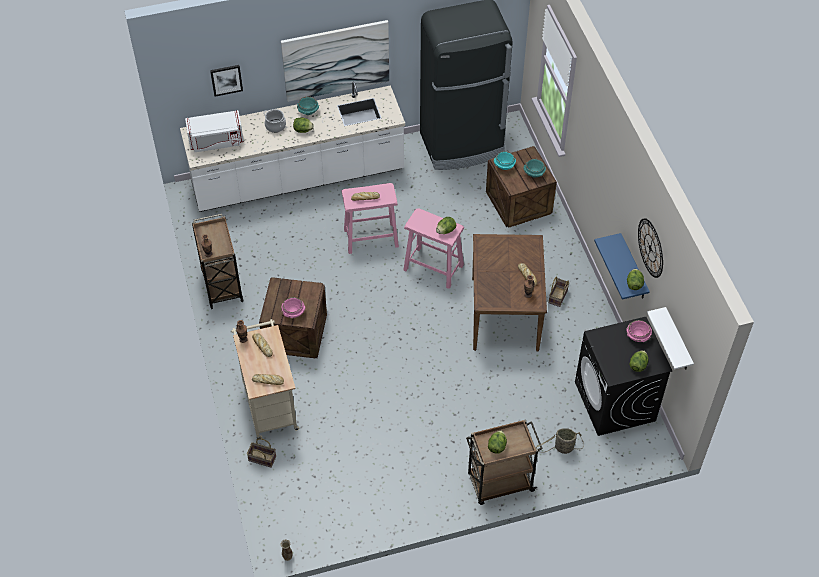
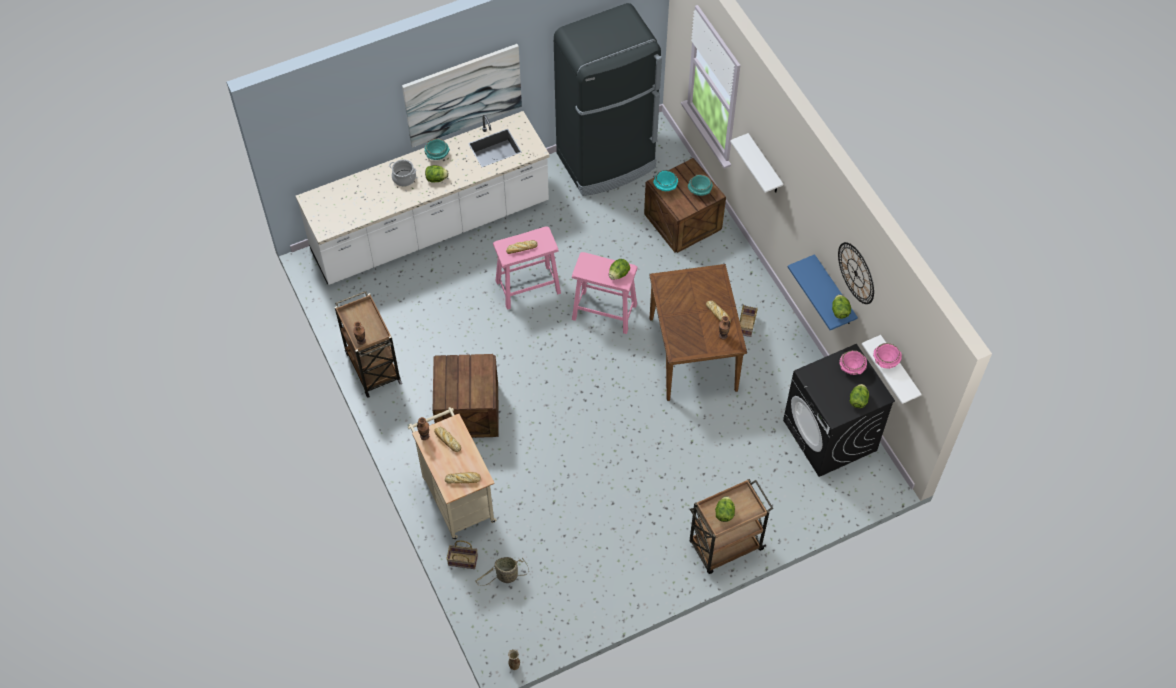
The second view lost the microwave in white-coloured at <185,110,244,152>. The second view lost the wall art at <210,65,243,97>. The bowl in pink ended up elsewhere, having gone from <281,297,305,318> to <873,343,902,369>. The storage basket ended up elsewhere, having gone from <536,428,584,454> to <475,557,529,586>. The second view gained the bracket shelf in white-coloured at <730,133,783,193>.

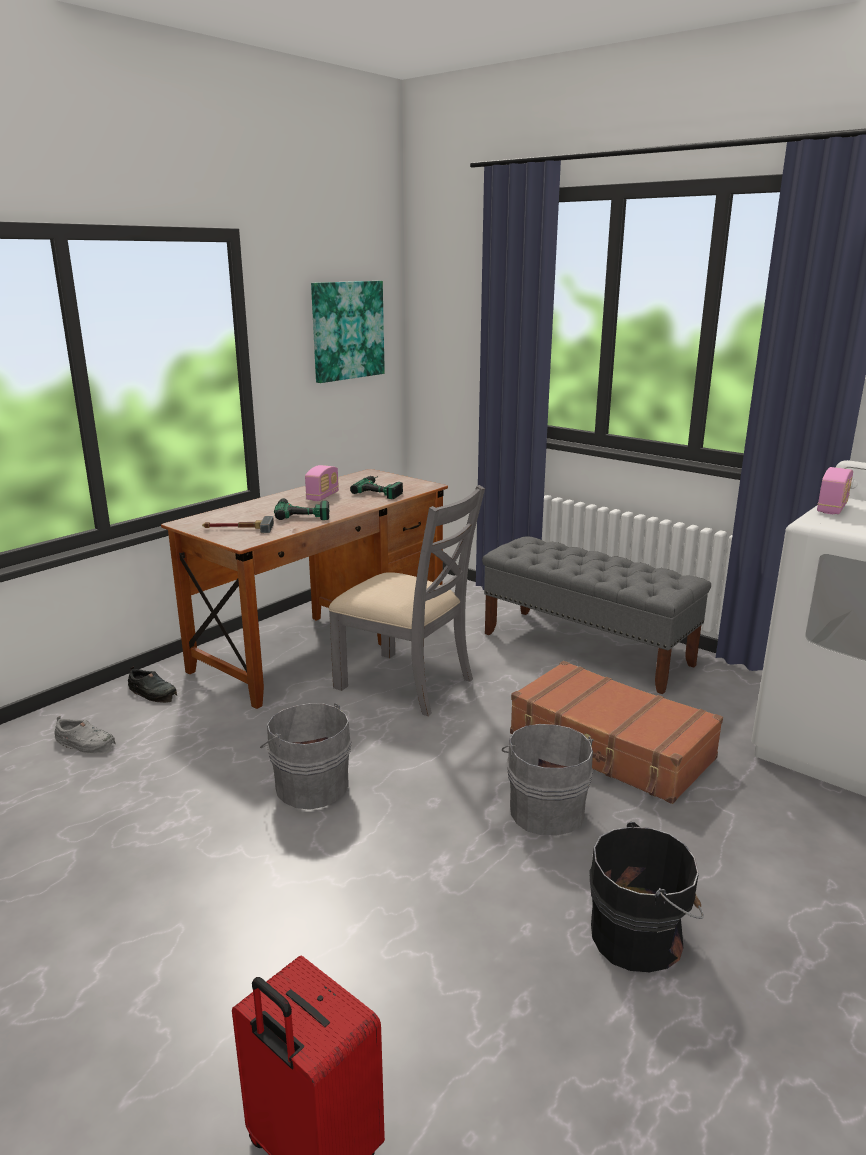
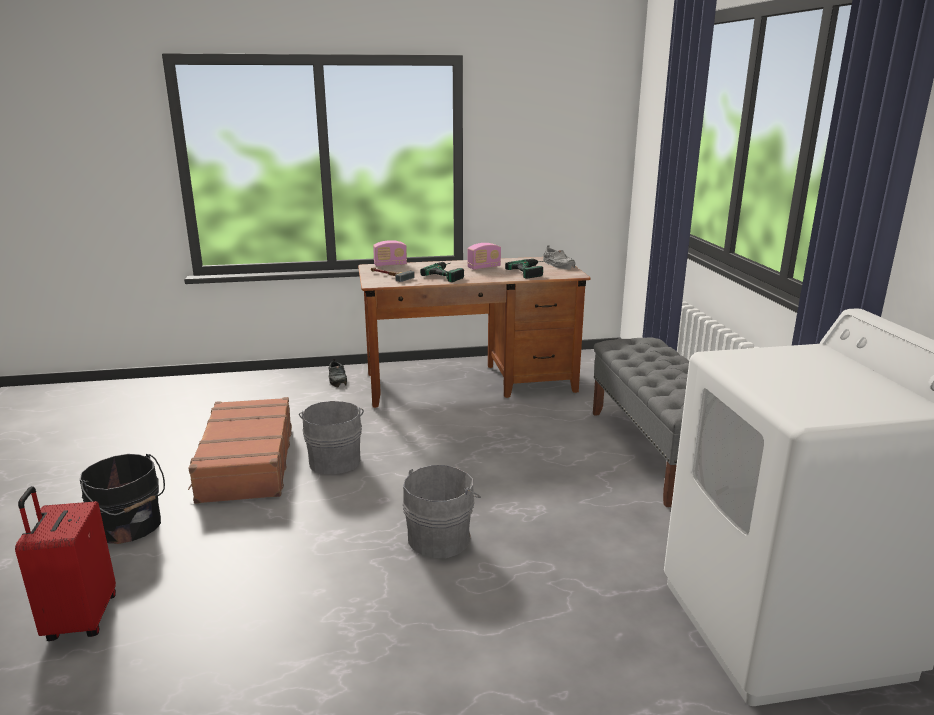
The low shoe in gray ended up elsewhere, having gone from <54,716,116,754> to <543,246,575,270>. The second view lost the wall art at <311,281,385,383>. The second view lost the plain chair in gray at <328,485,485,716>. The suitcase in brownish ended up elsewhere, having gone from <510,661,723,804> to <188,397,292,504>. The bucket in black-coloured ended up elsewhere, having gone from <589,822,704,972> to <80,454,165,544>. The radio ended up elsewhere, having gone from <817,467,853,514> to <373,240,407,267>.

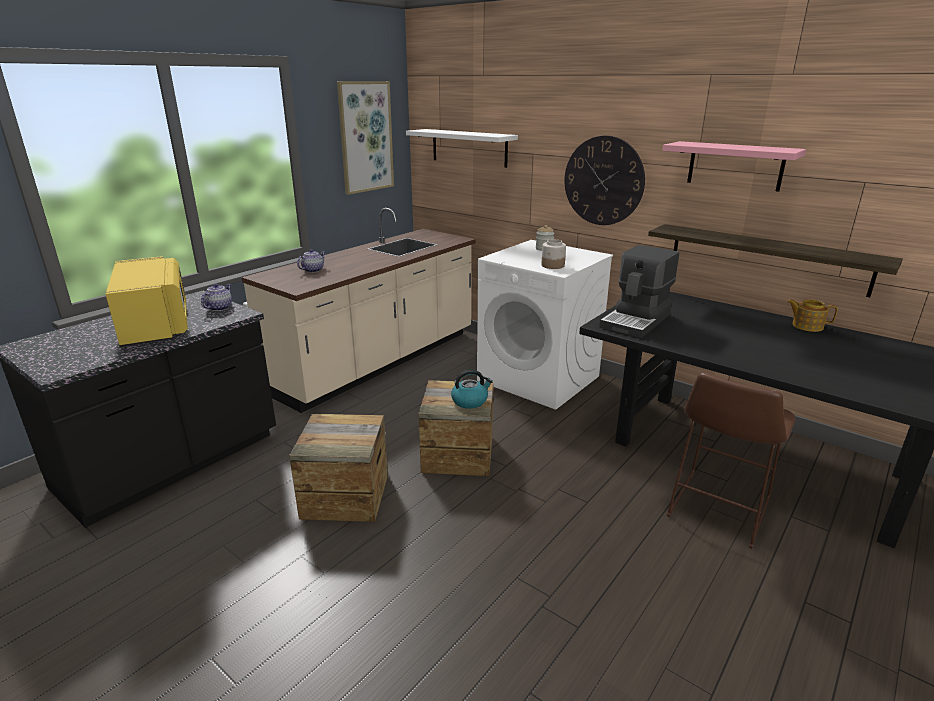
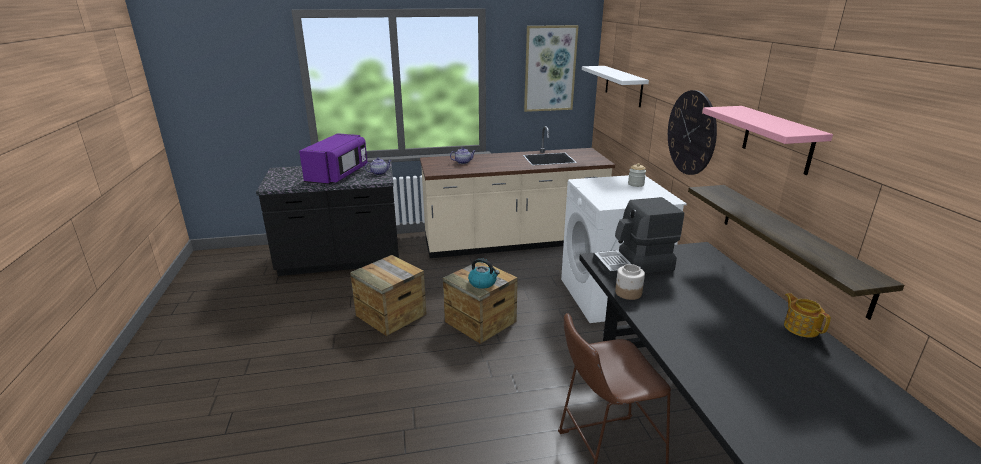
What was the microwave in yellow at <106,256,188,347> turned into the microwave in purplish at <299,133,367,184>. The preserve jar ended up elsewhere, having gone from <542,239,566,269> to <615,264,645,300>.

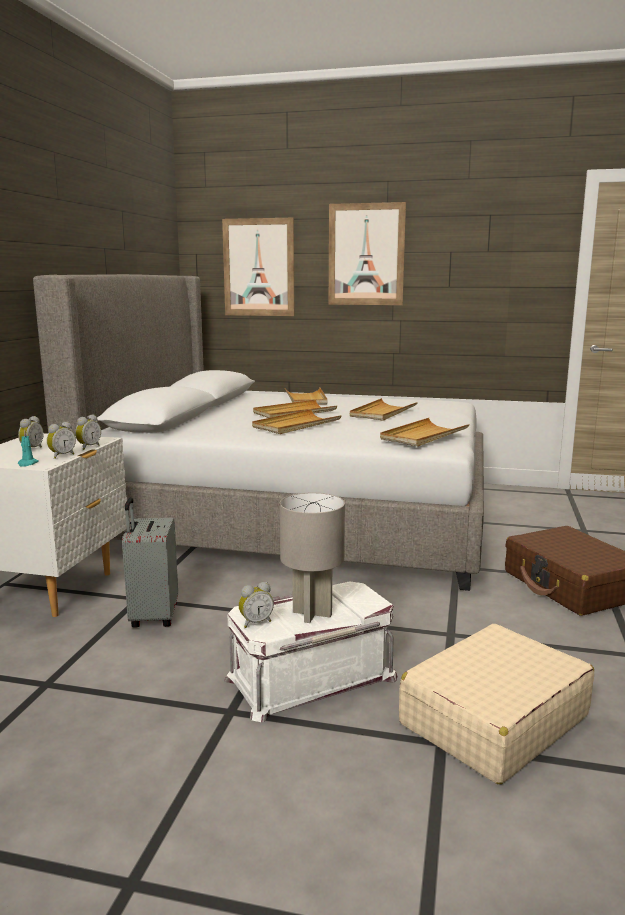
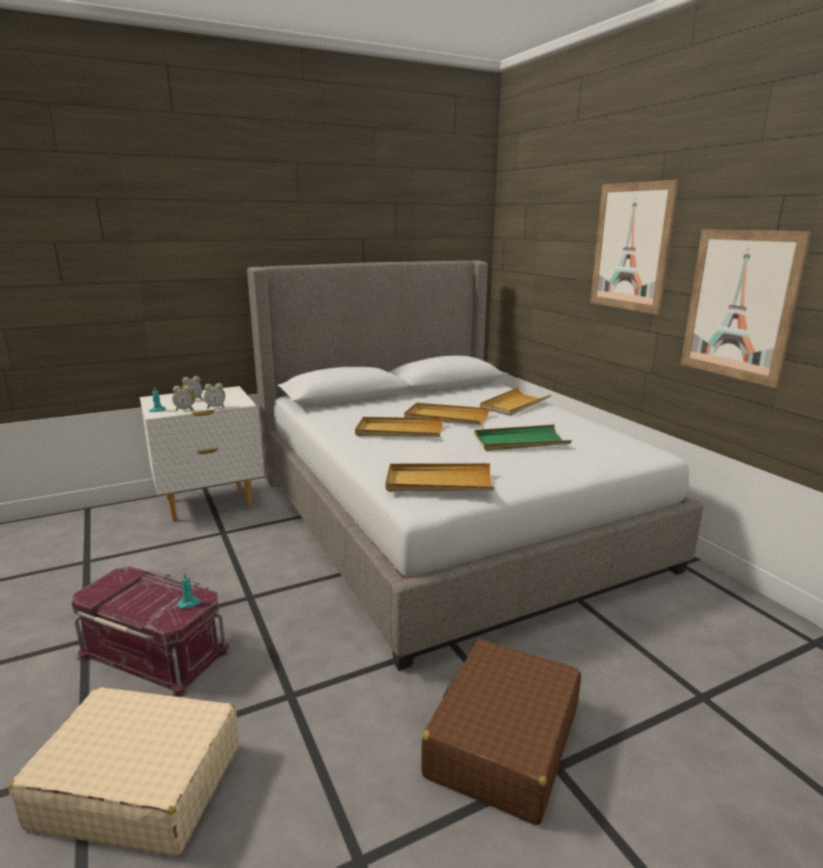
The second view lost the suitcase in gray at <122,497,178,628>. The wall art ended up elsewhere, having gone from <222,218,295,316> to <681,229,812,388>. What was the storage box in white-coloured at <225,581,398,722> turned into the storage box in red at <71,566,231,697>. The second view lost the table clock at <239,582,274,628>. The second view lost the tabletop lamp in gray at <280,493,345,623>. What was the carrying tray in sand-coloured at <350,398,418,421> turned into the carrying tray in green-coloured at <474,424,572,451>. The second view gained the wax candle in blue-green at <178,572,202,608>.

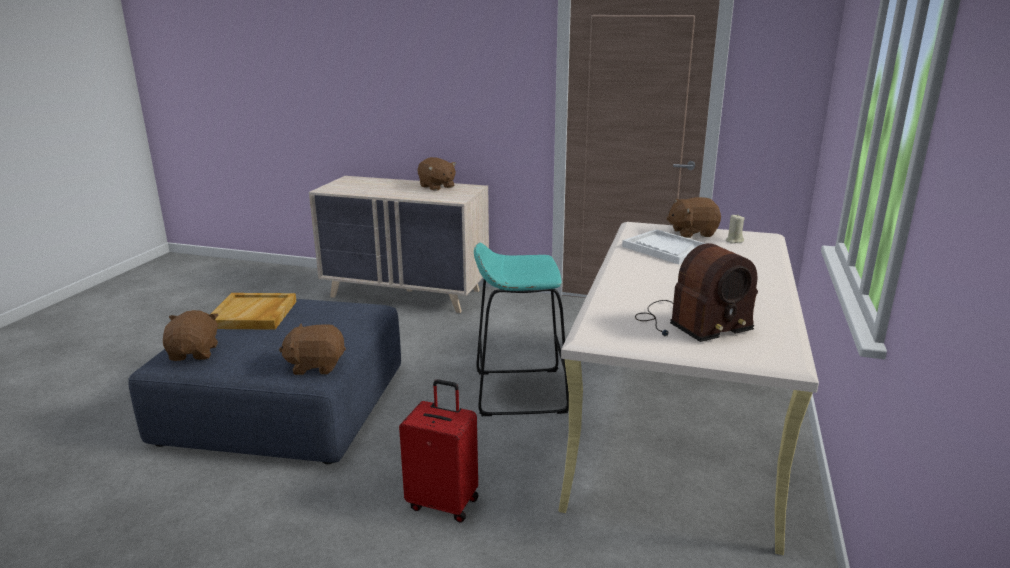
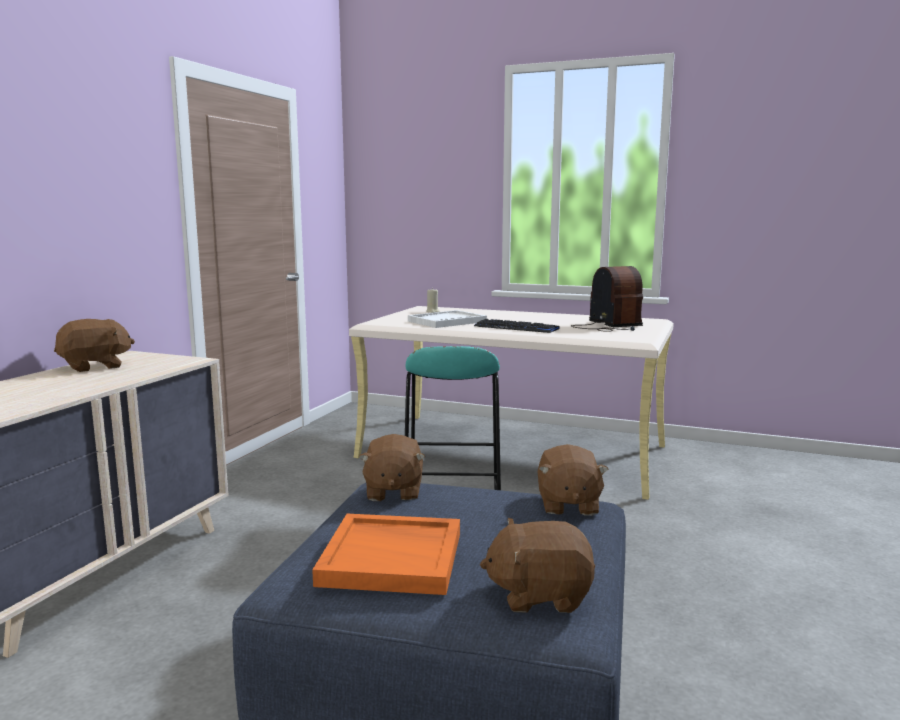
What was the carrying tray in sand-coloured at <211,293,297,330> turned into the carrying tray in orangey at <312,514,460,595>. The second view lost the suitcase in red at <399,379,478,523>. The cuddly toy in brownish ended up elsewhere, having gone from <666,197,721,238> to <359,434,425,501>. The second view gained the computer keyboard at <474,319,560,333>.

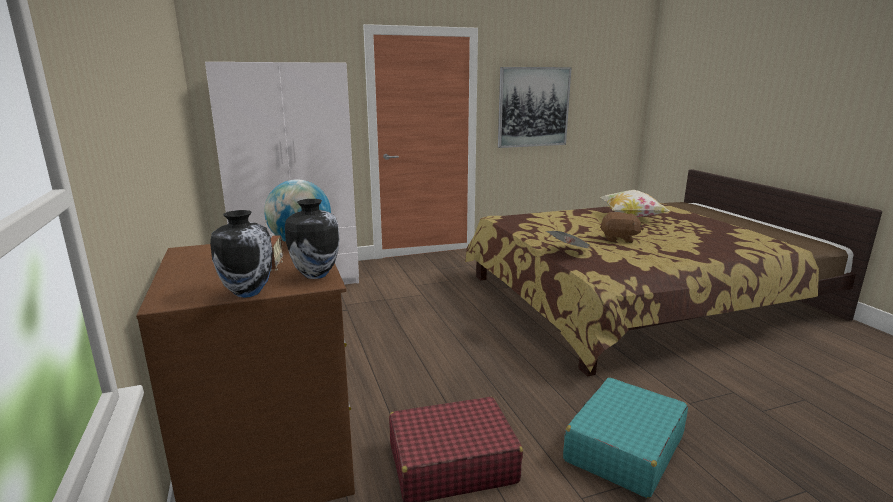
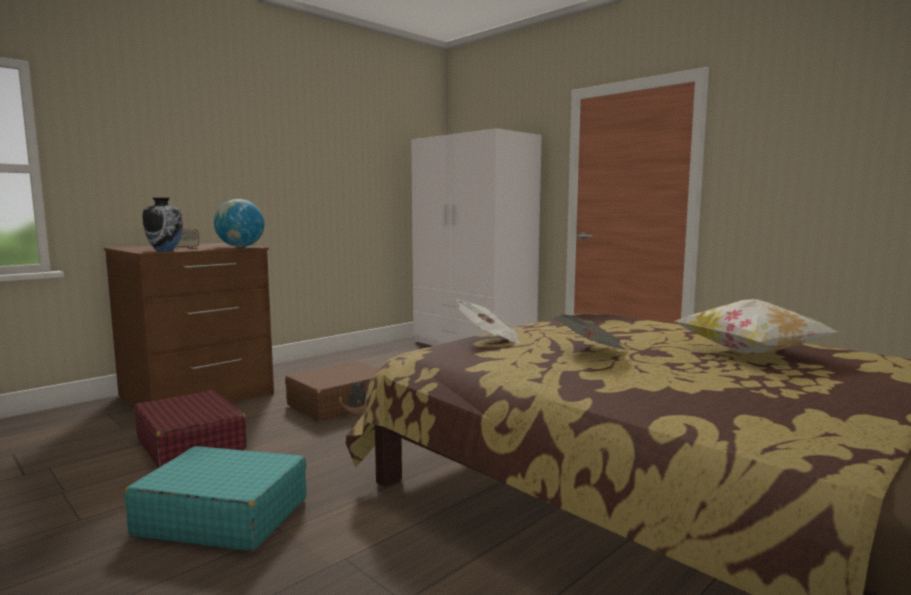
The second view lost the flower vase at <210,210,273,298>. The second view lost the wall art at <498,67,572,148>. Where the cuddly toy in brownish stood at <600,212,644,243>, the printed paper came to stand at <554,315,627,349>. The second view gained the suitcase in brownish at <285,361,379,421>.

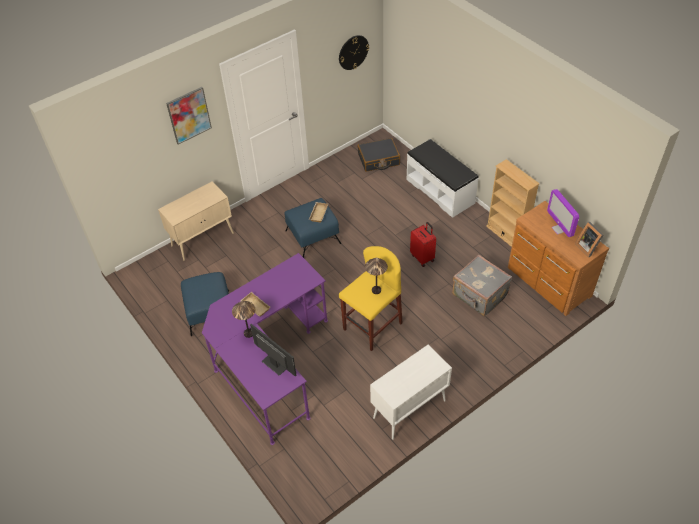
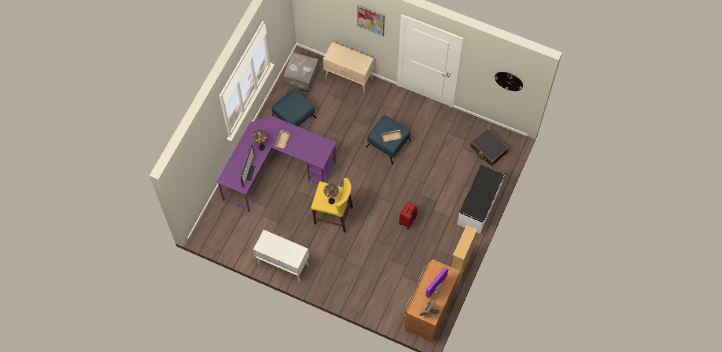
The suitcase in gray ended up elsewhere, having gone from <452,255,512,317> to <283,52,319,93>.

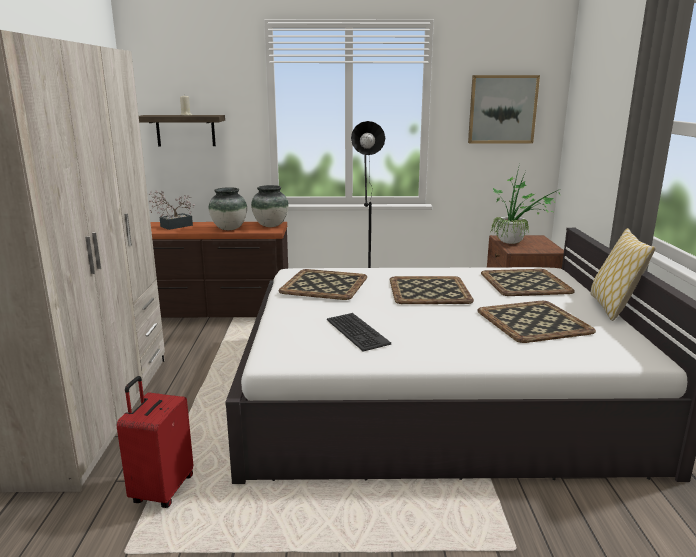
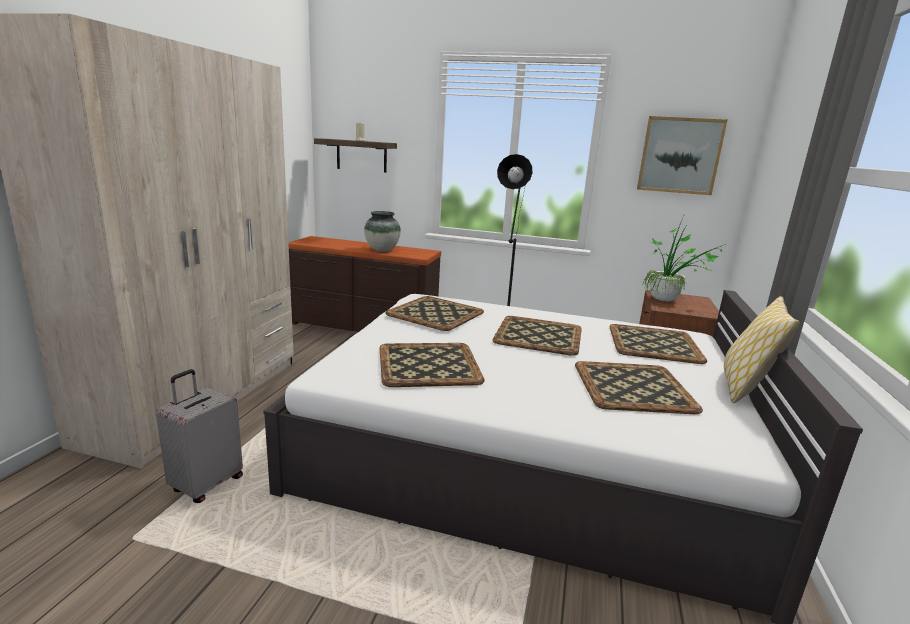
What was the suitcase in red at <117,376,193,508> turned into the suitcase in gray at <156,369,243,503>. The second view lost the houseplant at <149,191,195,230>. The second view lost the flower vase at <251,185,289,227>. Where the computer keyboard stood at <327,313,391,352>, the carrying tray came to stand at <379,343,485,387>.

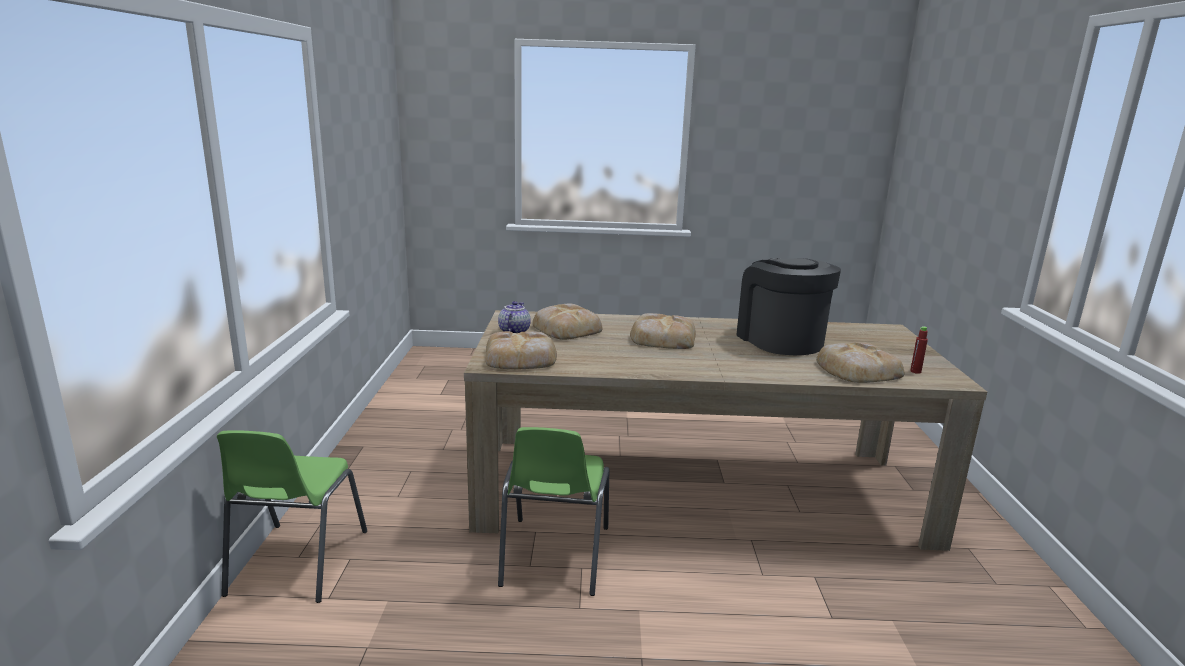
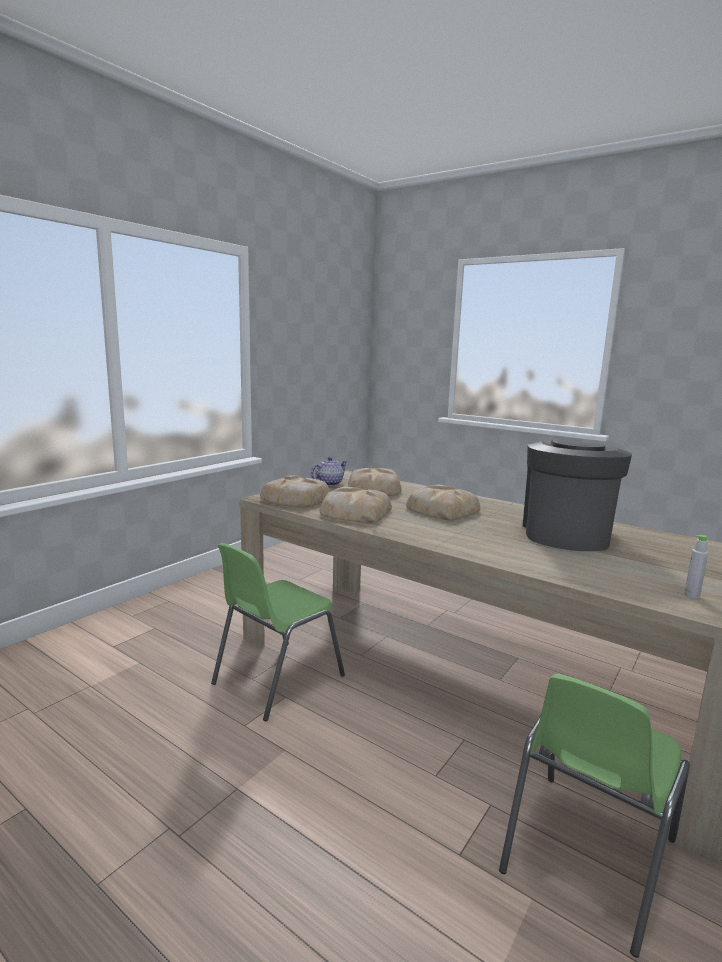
The plain chair in green-coloured ended up elsewhere, having gone from <217,430,367,603> to <499,674,690,958>. The baked bread ended up elsewhere, having gone from <816,342,904,383> to <320,487,392,523>. What was the drink bottle in red at <910,326,928,374> turned into the drink bottle in gray at <684,535,708,598>.

